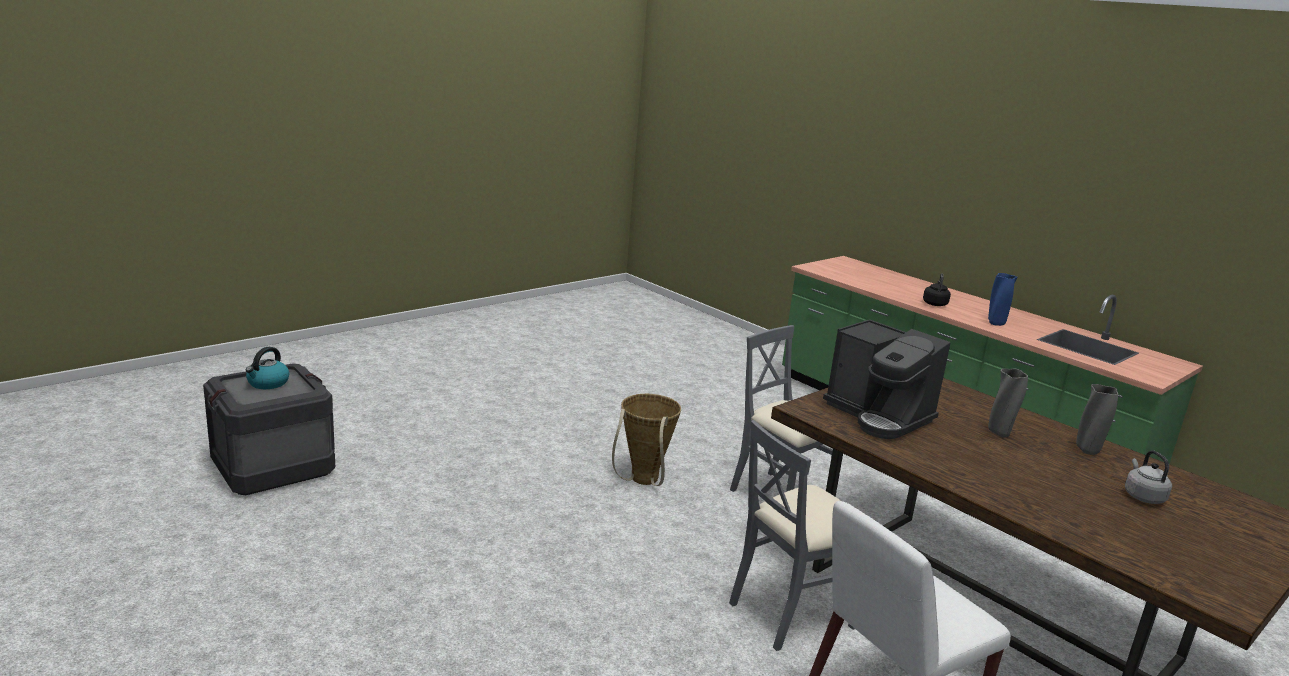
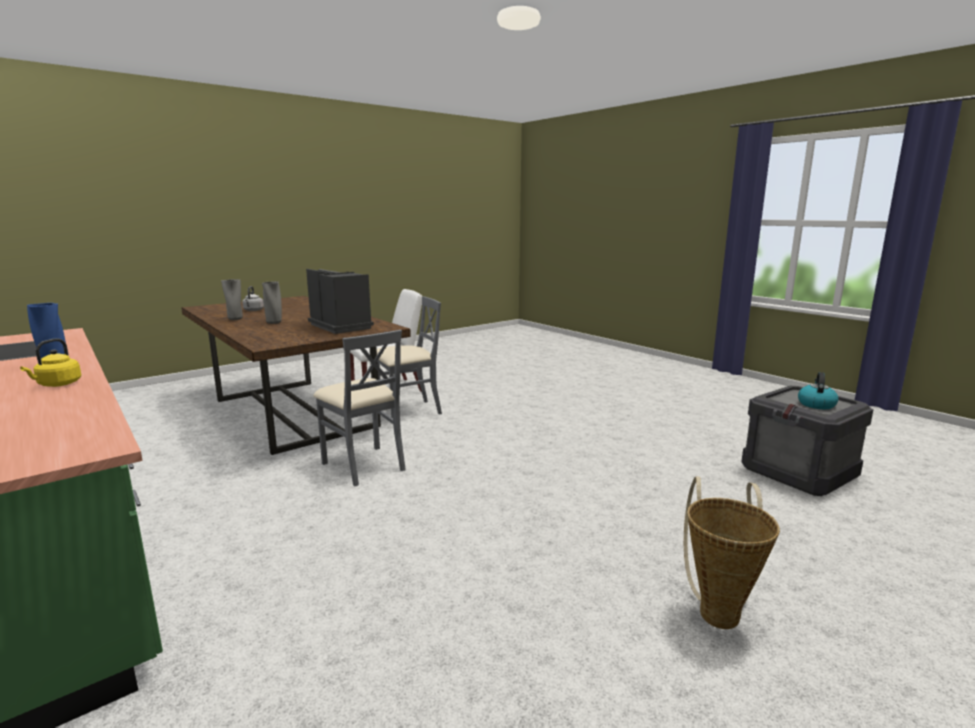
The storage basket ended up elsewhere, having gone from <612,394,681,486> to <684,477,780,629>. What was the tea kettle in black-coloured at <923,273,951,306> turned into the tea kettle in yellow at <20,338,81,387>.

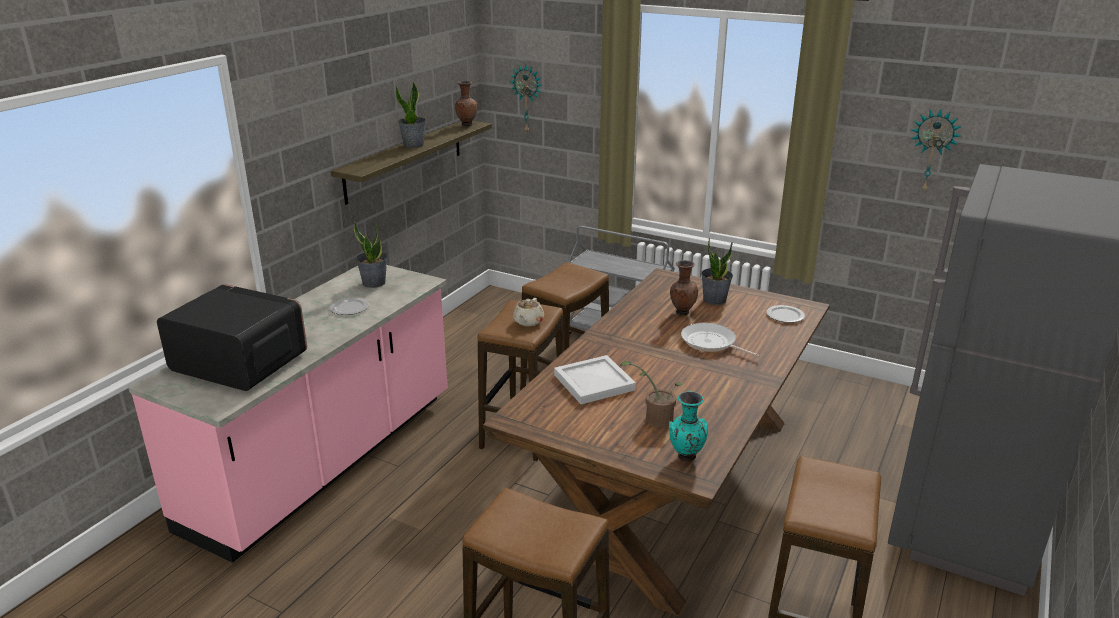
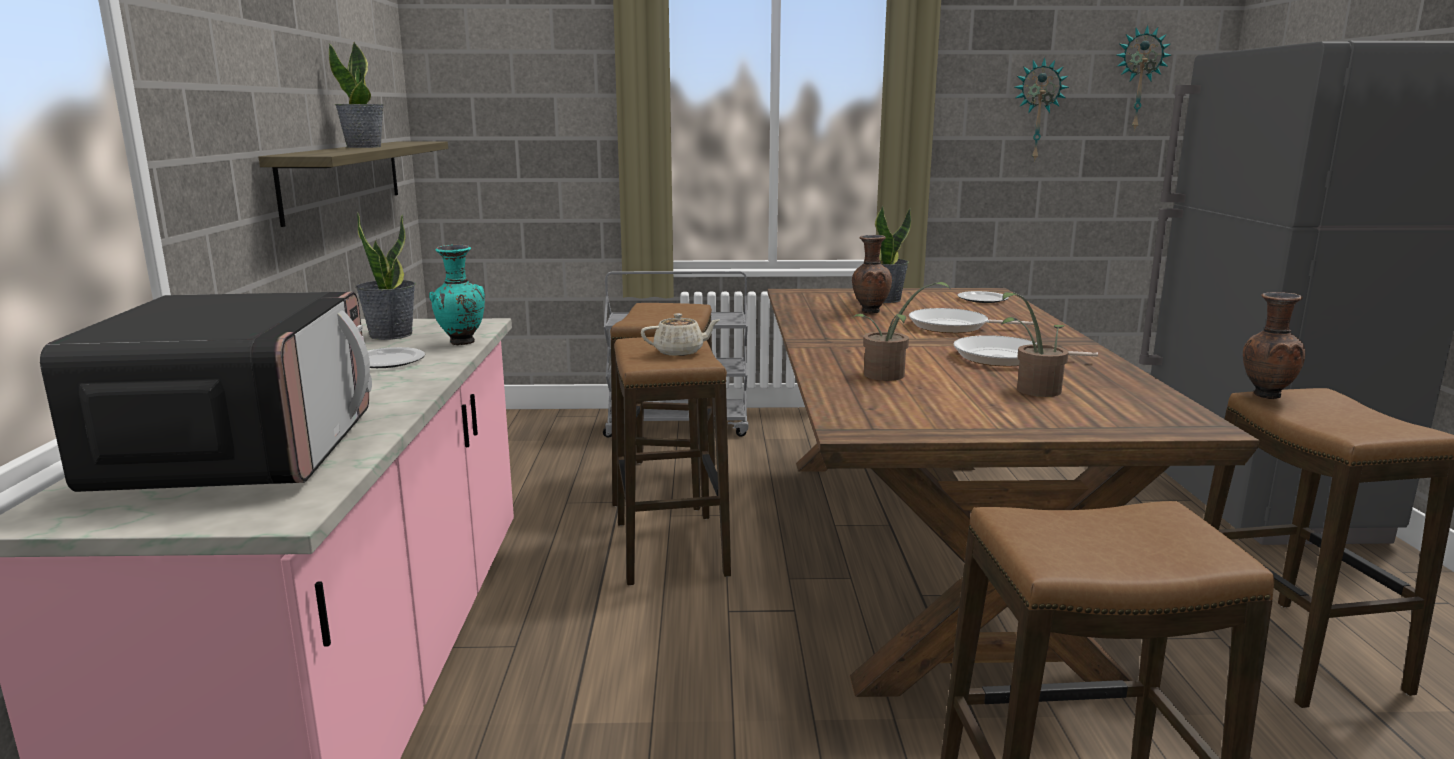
The microwave at <157,284,307,391> ended up facing another way, 90 degrees clockwise from before. The flower vase in brownish ended up elsewhere, having gone from <455,81,477,126> to <1243,292,1305,399>. The clock on the wall ended up elsewhere, having gone from <509,64,543,134> to <1117,25,1171,131>. The pot for tea in sand-coloured at <513,298,544,326> ended up facing another way, 90 degrees counterclockwise from before. Where the carrying tray in white-coloured stood at <554,355,636,404>, the houseplant came to stand at <853,282,950,381>. The flower vase in blue-green ended up elsewhere, having gone from <669,391,708,462> to <429,245,485,346>. The second view gained the pan at <953,335,1098,366>.

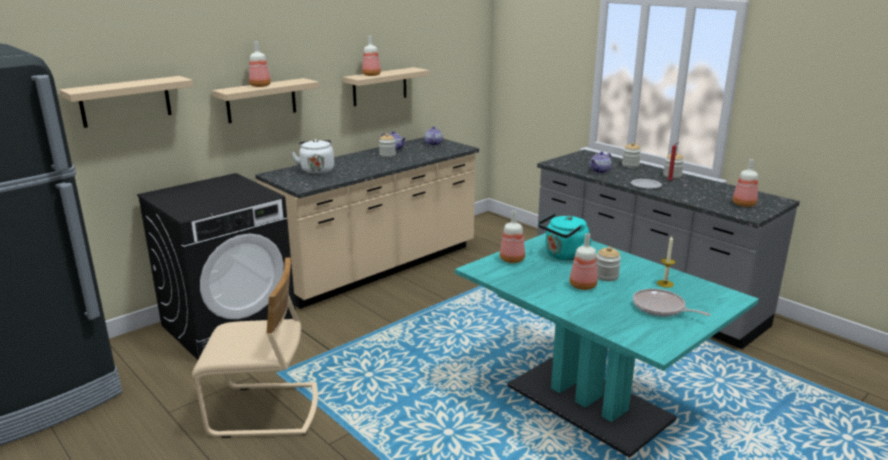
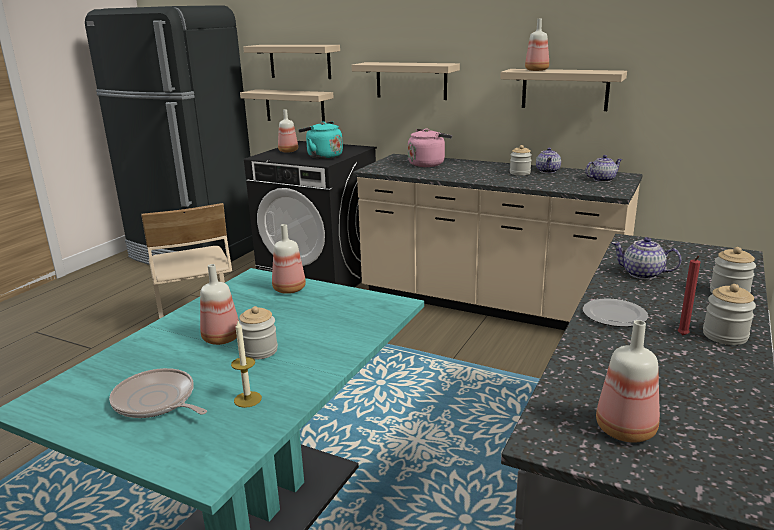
The drink bottle ended up elsewhere, having gone from <249,42,271,87> to <278,109,298,153>. What was the tea kettle in white-coloured at <291,139,334,174> turned into the tea kettle in pink at <408,128,452,167>. The tea kettle in blue-green ended up elsewhere, having gone from <538,213,592,260> to <298,121,343,159>. The pan at <633,289,711,317> ended up facing another way, 75 degrees counterclockwise from before. The second view gained the bracket shelf in sand-coloured at <240,89,334,122>.

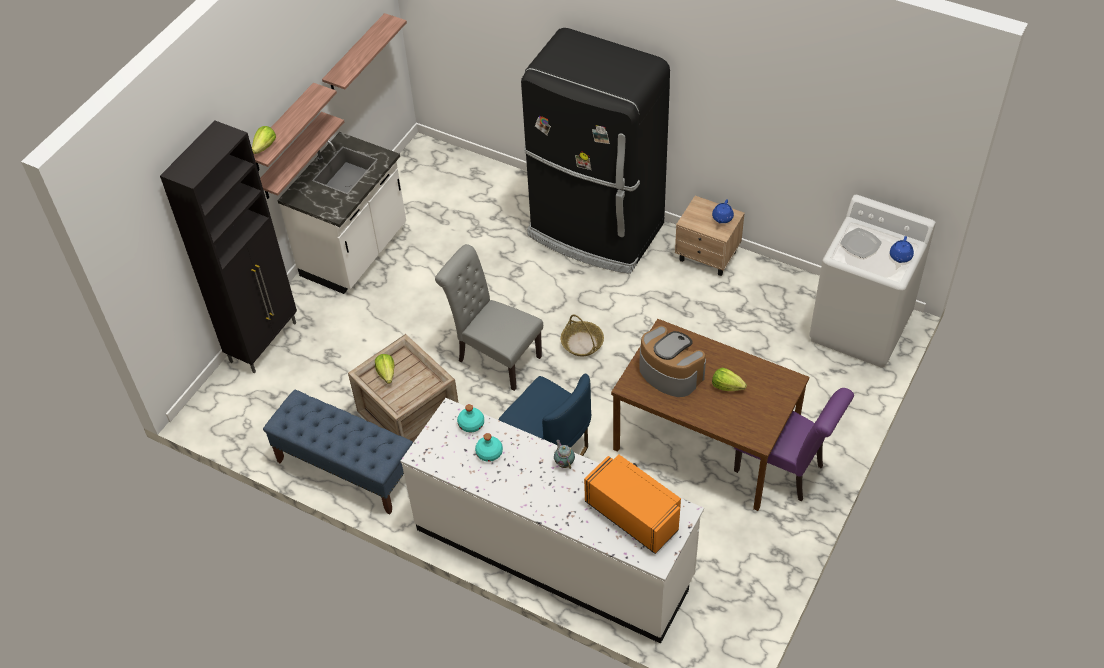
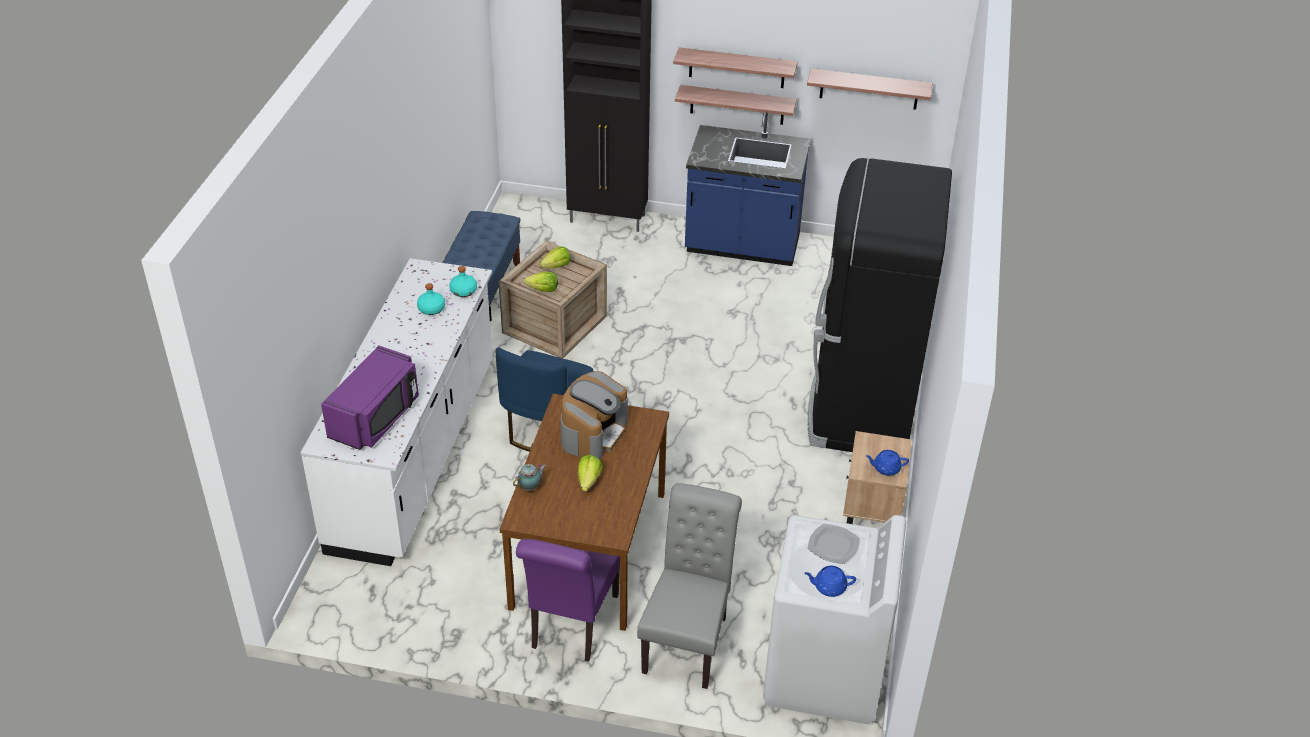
The lettuce head ended up elsewhere, having gone from <252,126,276,154> to <524,272,558,292>. What was the counter in white-coloured at <277,132,406,294> turned into the counter in blue at <685,113,811,266>. The plain chair in gray ended up elsewhere, having gone from <435,244,543,391> to <637,483,742,689>. The pot for tea ended up elsewhere, having gone from <554,440,575,469> to <513,464,546,492>. The second view lost the storage basket at <561,315,604,356>. What was the microwave in orangey at <584,454,681,554> turned into the microwave in purplish at <321,346,419,450>.

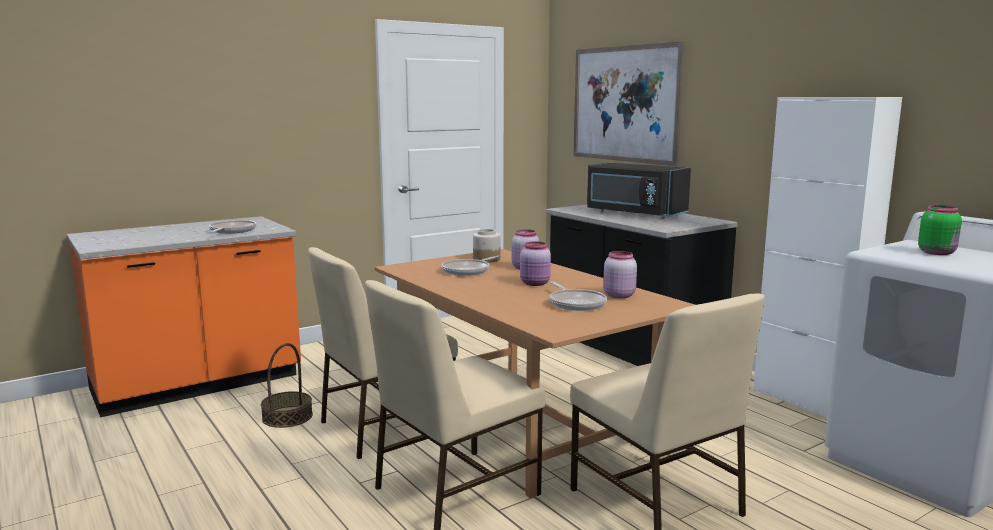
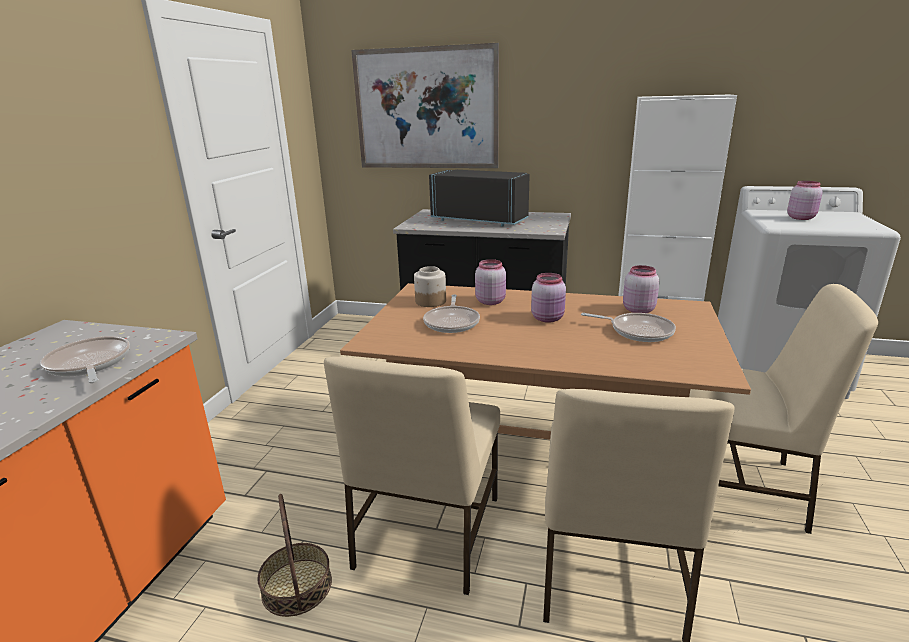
The microwave in black-coloured at <587,163,691,219> ended up facing another way, 150 degrees counterclockwise from before. What was the preserve jar in green-coloured at <918,205,962,255> turned into the preserve jar in pink at <787,181,823,220>.

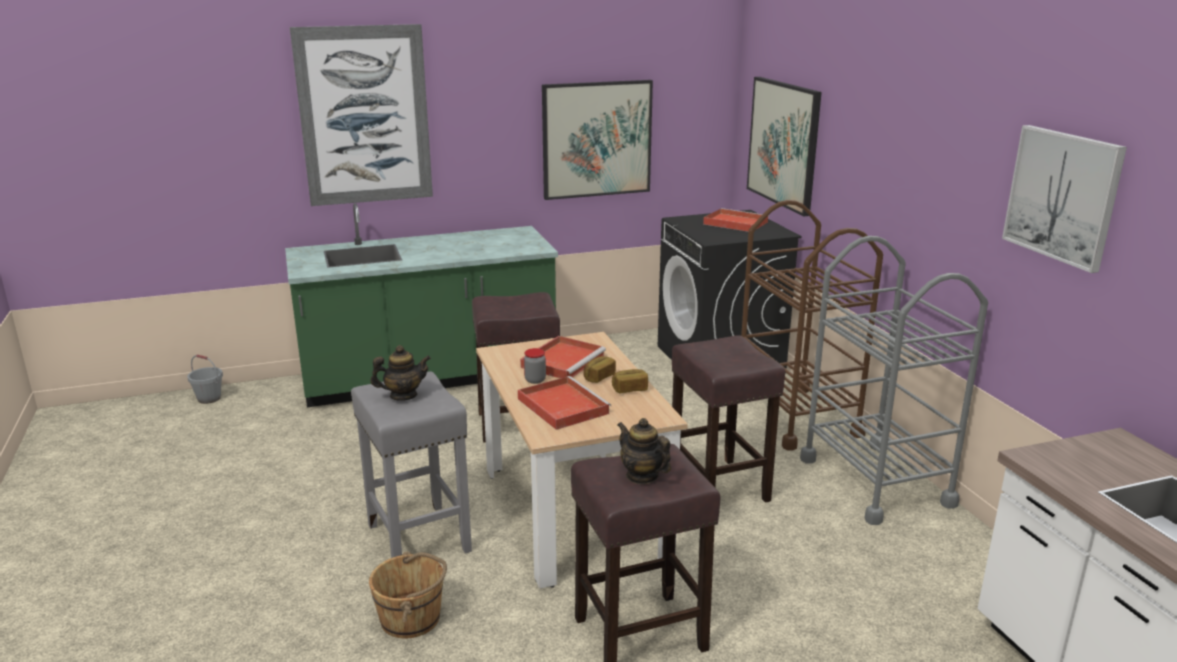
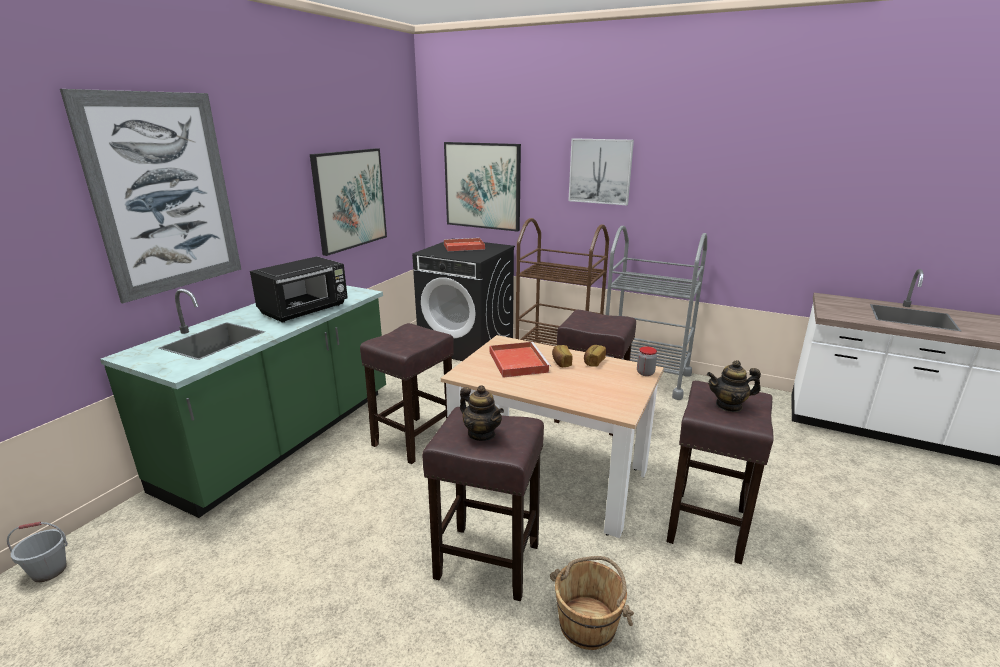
What was the stool seat in gray at <351,372,472,558> turned into the stool seat in brownish at <422,407,544,601>. The pot for tea at <371,345,431,401> ended up facing another way, 105 degrees clockwise from before. The second view lost the carrying tray in red at <518,376,611,430>. The preserve jar ended up elsewhere, having gone from <524,348,546,384> to <637,347,657,376>. The wall art ended up elsewhere, having gone from <1002,125,1127,273> to <568,138,634,205>. The second view gained the microwave in black-coloured at <250,256,348,322>.

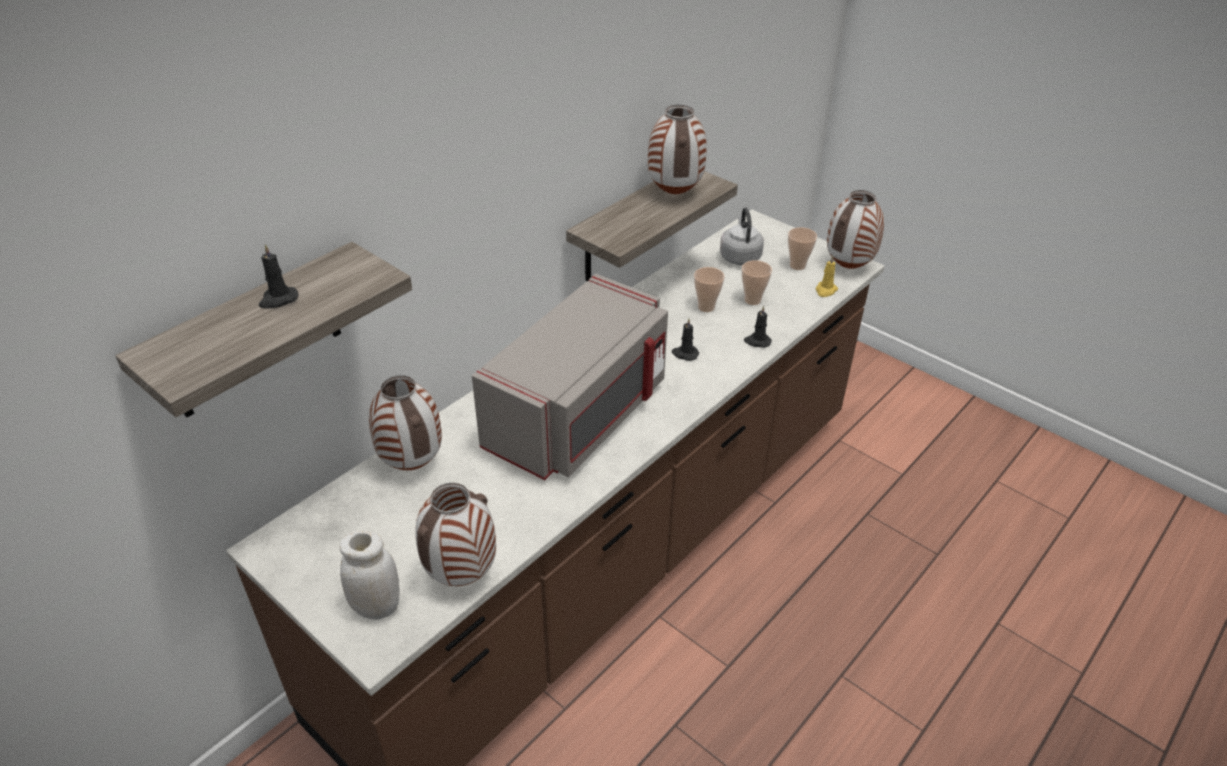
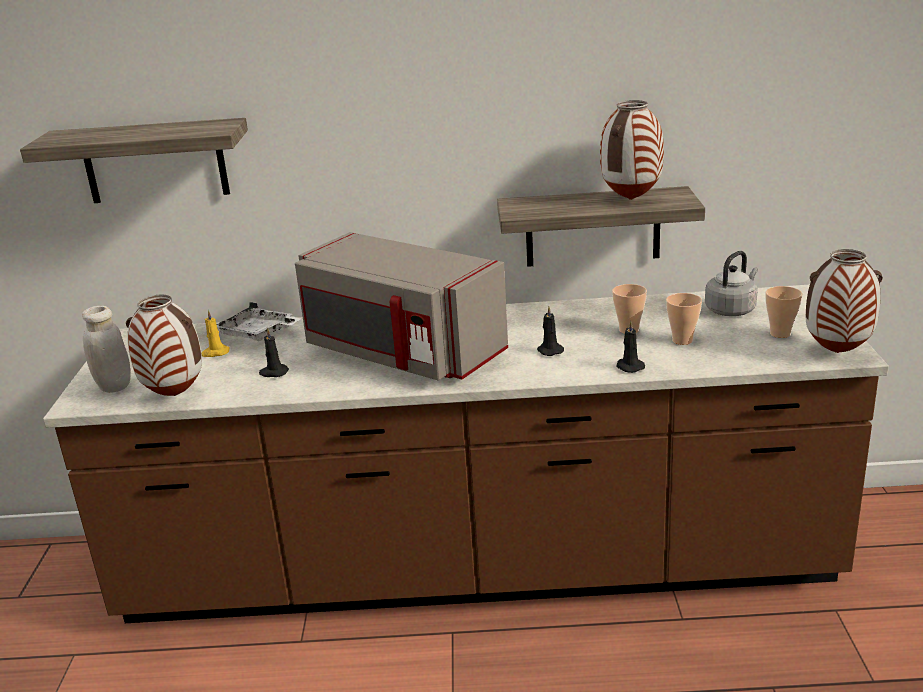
The wax candle in black-coloured ended up elsewhere, having gone from <259,244,299,309> to <259,328,289,377>. Where the flower vase stood at <369,375,442,470>, the carrying tray in white-coloured came to stand at <217,302,302,341>. The microwave in gray at <472,274,668,480> ended up facing another way, 45 degrees clockwise from before. The wax candle in yellow ended up elsewhere, having gone from <816,256,838,297> to <201,310,230,357>.

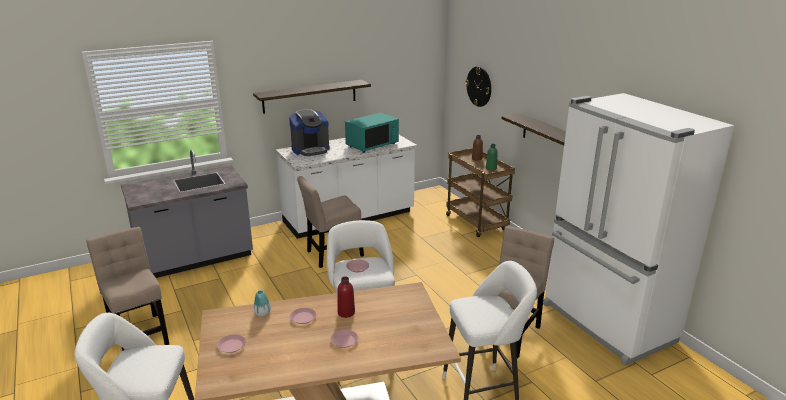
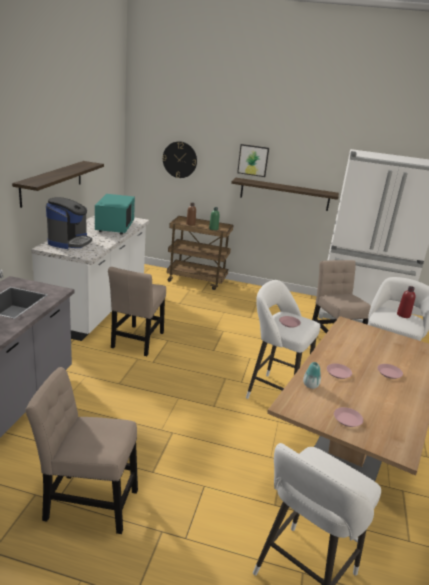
The drink bottle in red ended up elsewhere, having gone from <337,276,355,318> to <397,286,416,318>. The second view gained the wall art at <237,144,269,177>.

